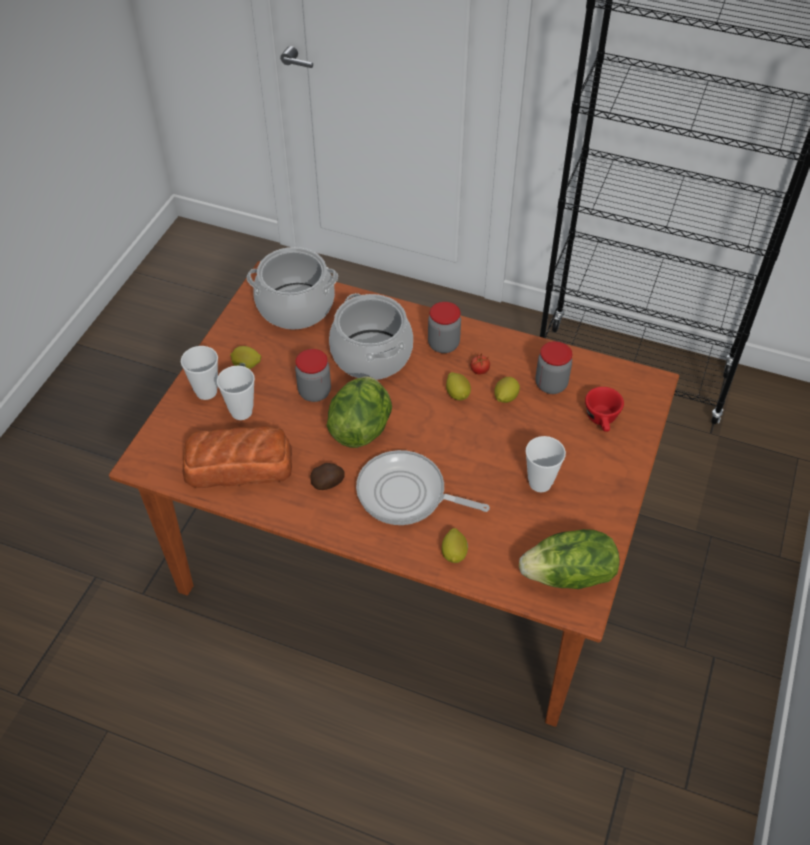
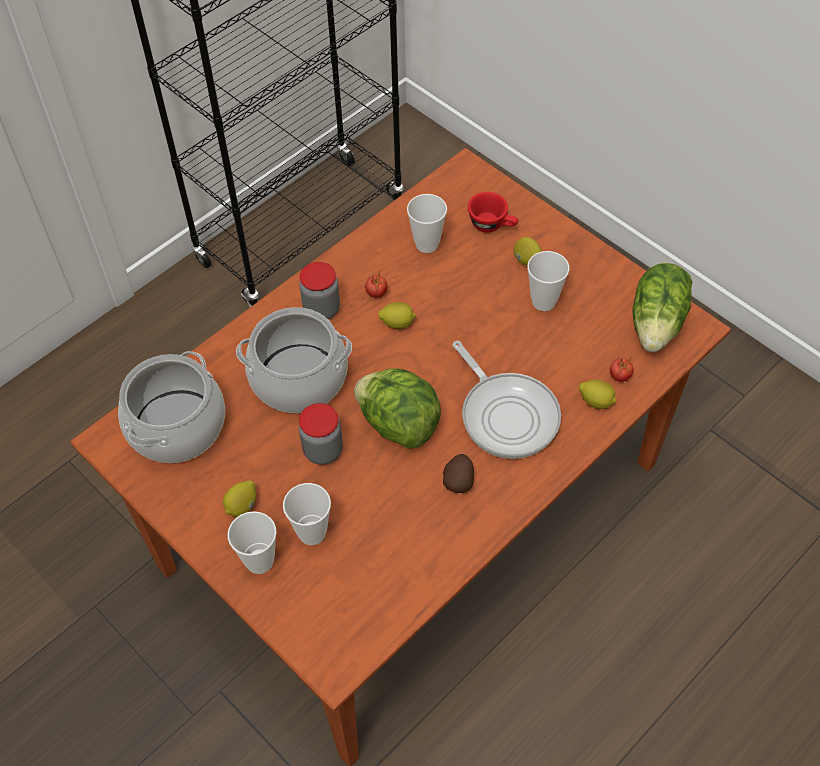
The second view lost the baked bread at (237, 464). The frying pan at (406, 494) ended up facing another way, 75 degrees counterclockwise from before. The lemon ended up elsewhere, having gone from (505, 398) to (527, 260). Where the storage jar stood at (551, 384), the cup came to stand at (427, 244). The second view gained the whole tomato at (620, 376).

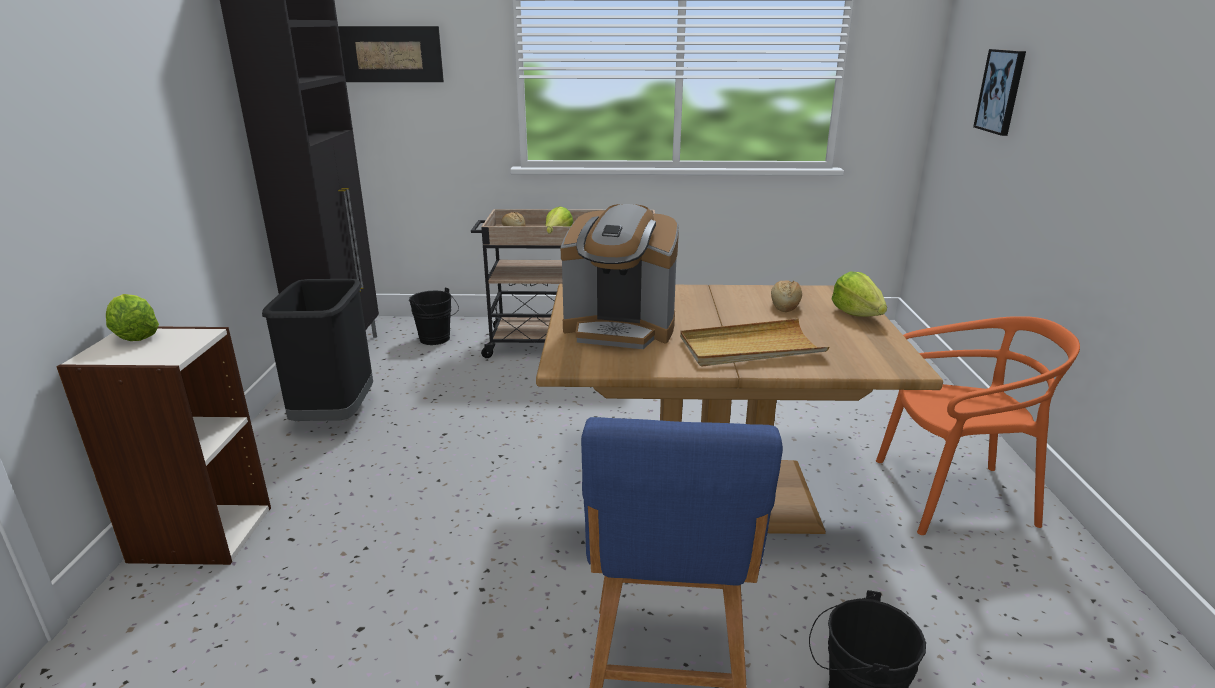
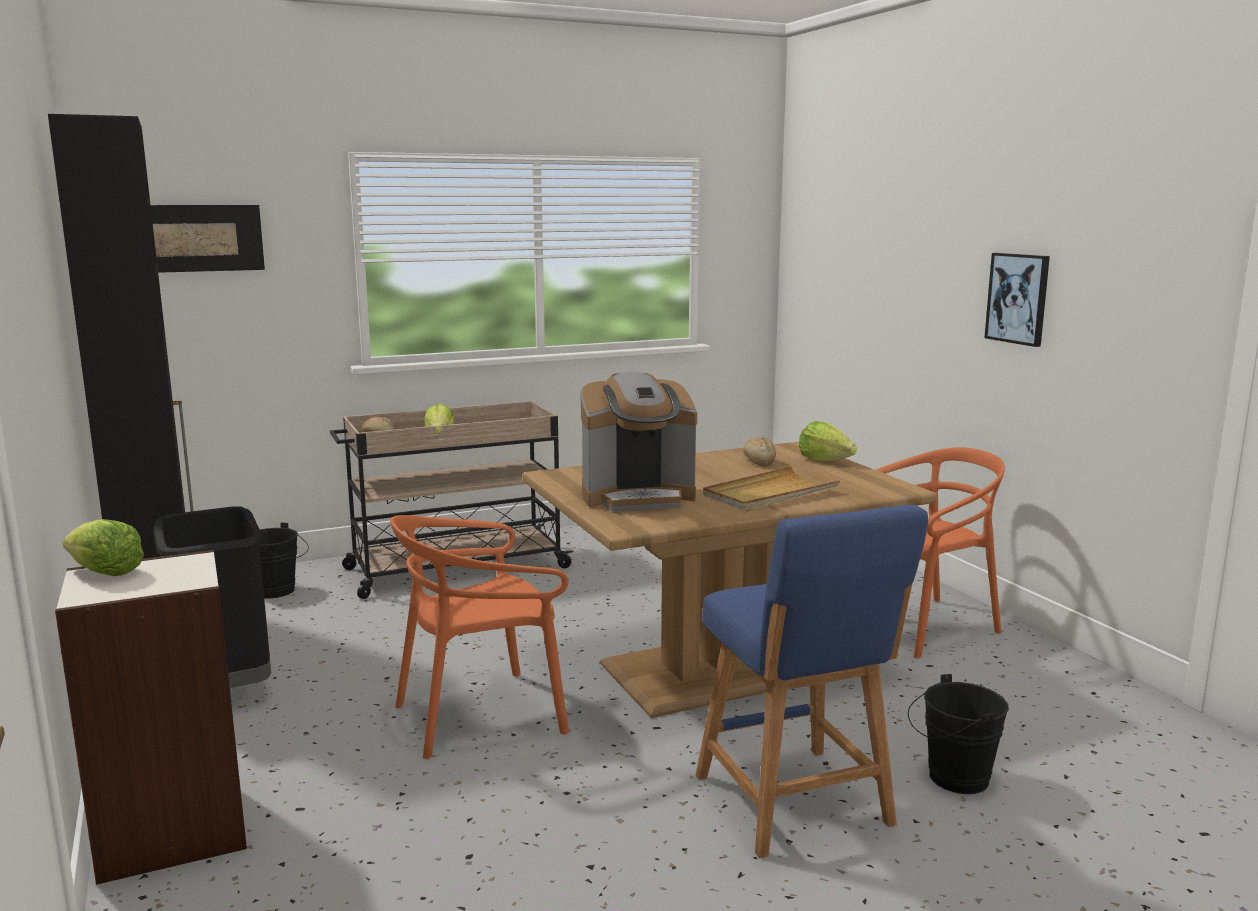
The wall art ended up elsewhere, having gone from (1001, 91) to (1018, 298). The second view gained the chair in orange-coloured at (481, 716).

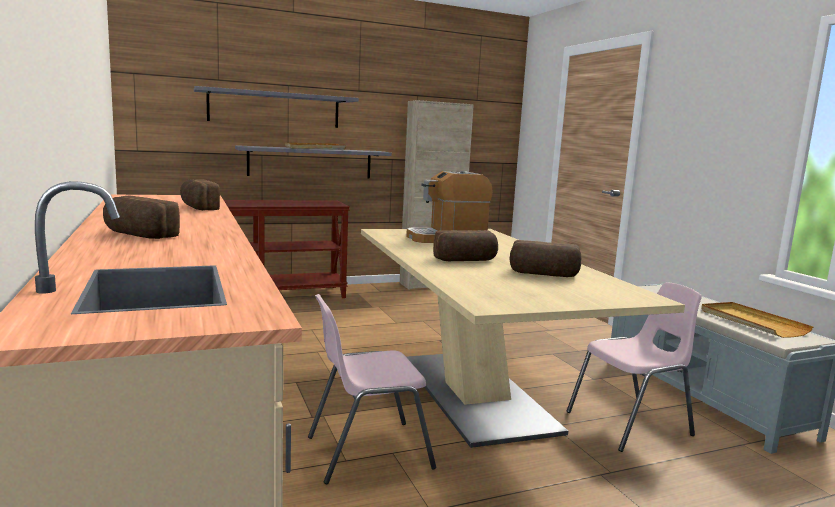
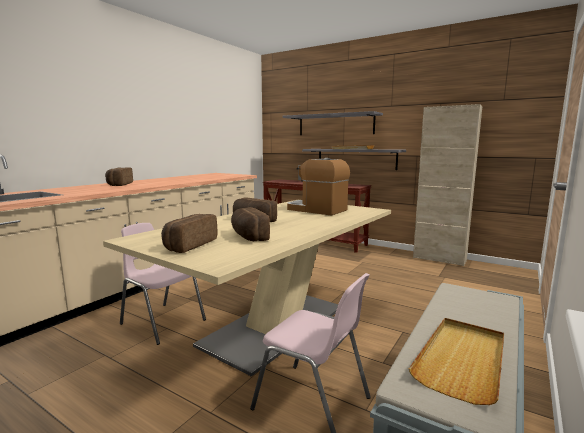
The baked bread ended up elsewhere, having gone from (197, 207) to (189, 245).

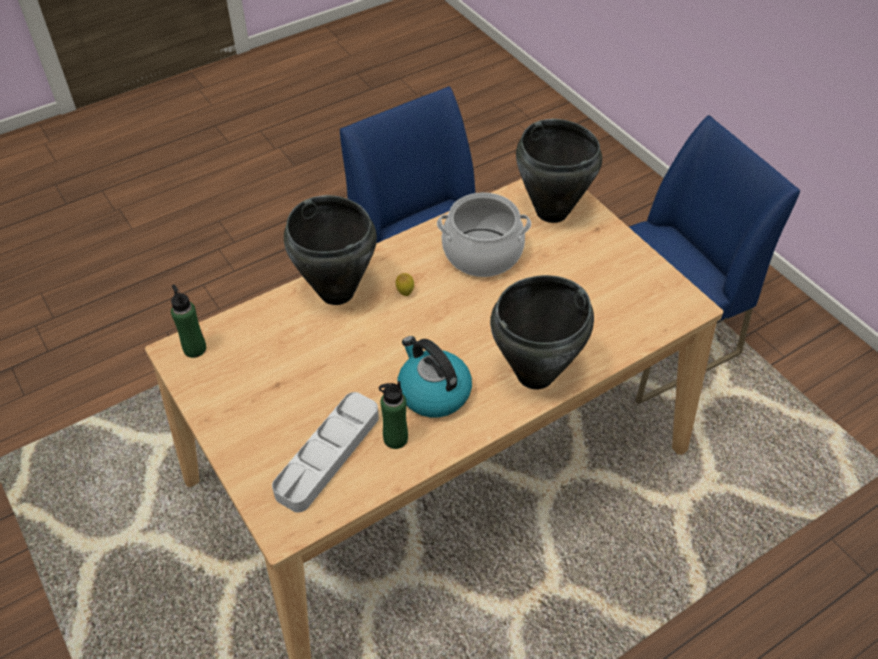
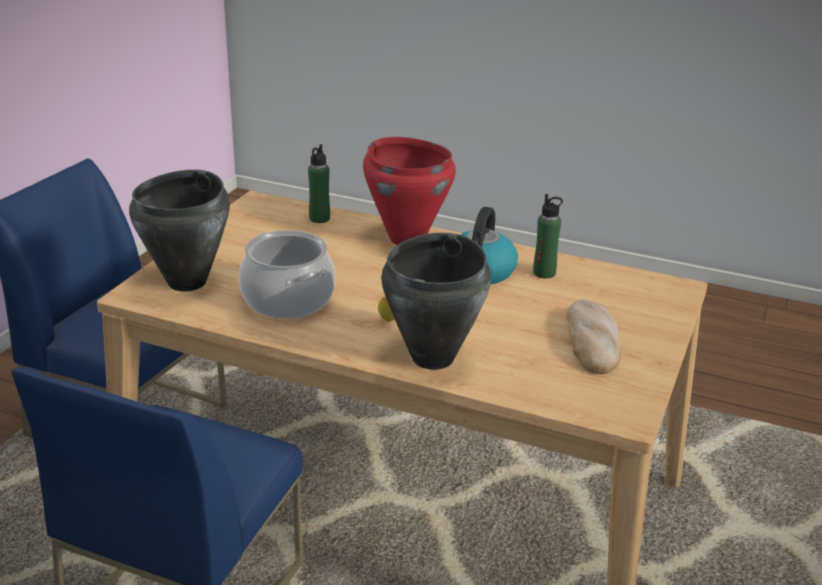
The beverage bottle in green ended up elsewhere, having gone from (195, 348) to (319, 218). The second view lost the serving tray in gray at (328, 455). What was the stockpot in blackish at (536, 375) turned into the stockpot in reddish at (407, 238). The second view gained the baked bread at (593, 341).

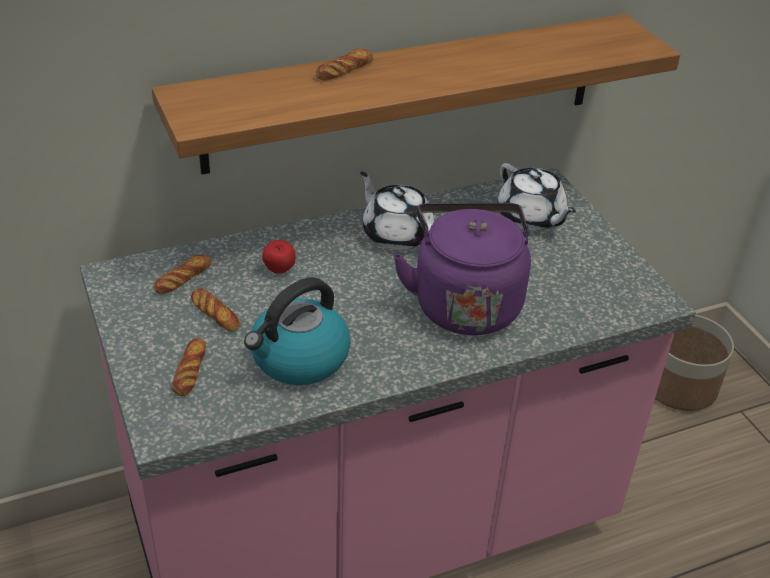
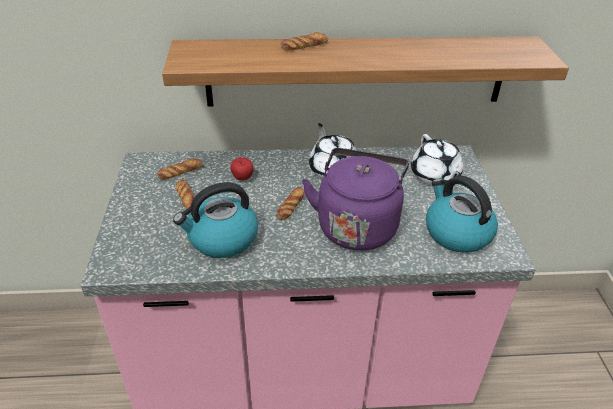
The baked bread ended up elsewhere, having gone from (190, 371) to (291, 206). The second view lost the plant pot at (679, 386). The second view gained the water kettle at (456, 233).

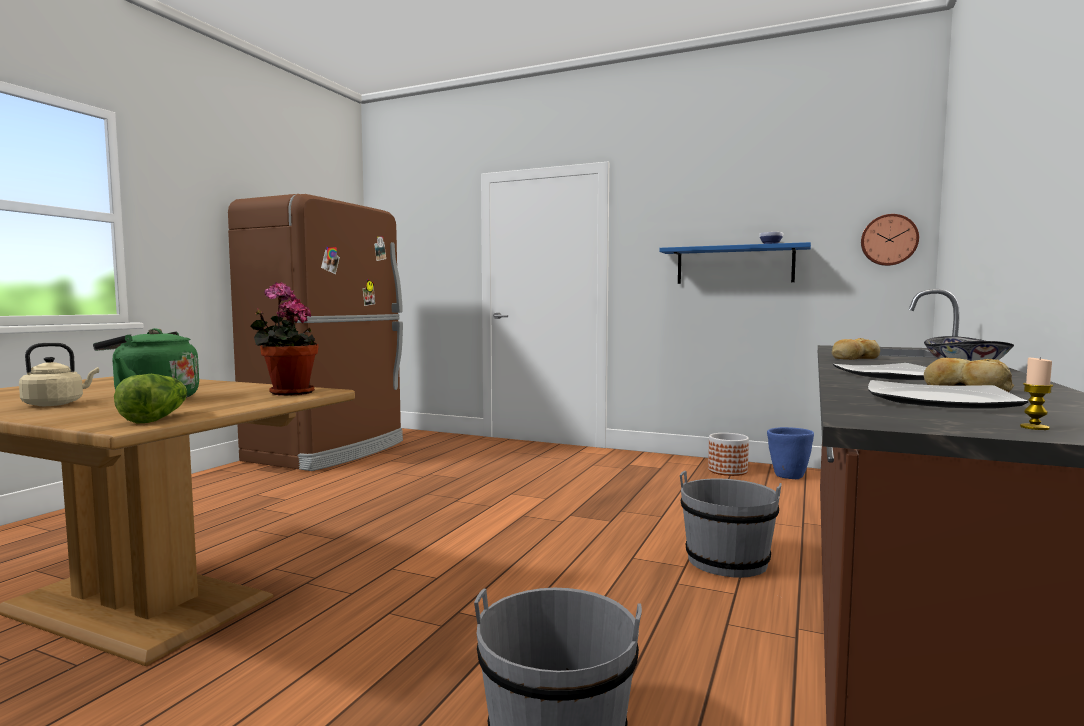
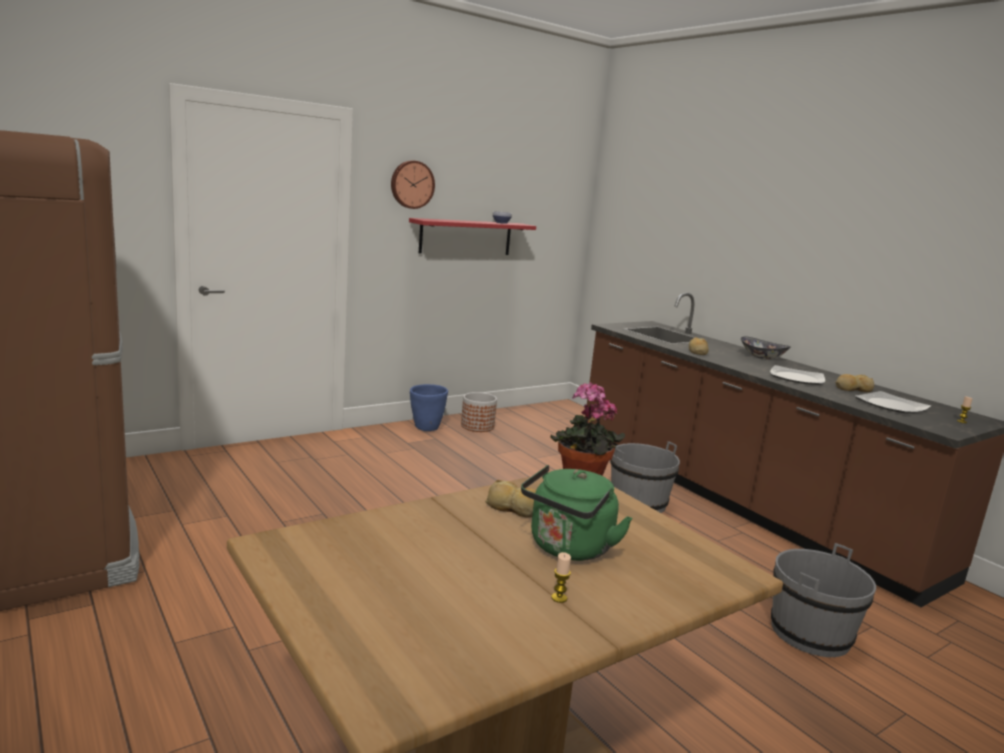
Where the water kettle in sand-coloured stood at (57, 404), the candle came to stand at (559, 598). The second view lost the head of lettuce at (156, 418). What was the shelf in blue-coloured at (734, 265) turned into the shelf in reddish at (466, 237). The plant pot in blue-coloured ended up elsewhere, having gone from (788, 476) to (426, 428). The wall clock ended up elsewhere, having gone from (889, 240) to (411, 184). The second view gained the baked bread at (515, 508).

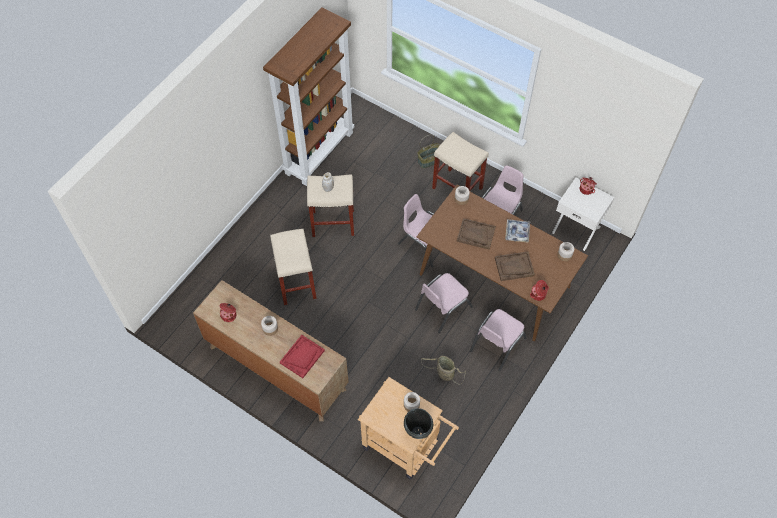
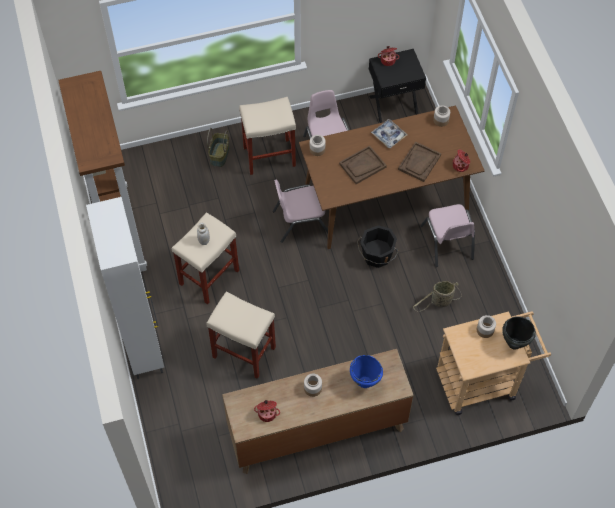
Where the serving tray in reddish stood at (302, 356), the stockpot in blue-coloured came to stand at (364, 382). Where the chair in pinkish stood at (442, 308), the pail in blackish came to stand at (377, 256). What was the bedside table in whitish at (576, 229) turned into the bedside table in blackish at (393, 105). The second view gained the cupboard in whitish at (144, 347).

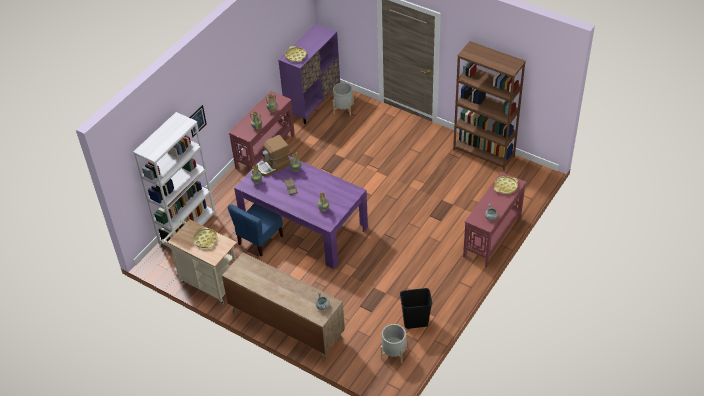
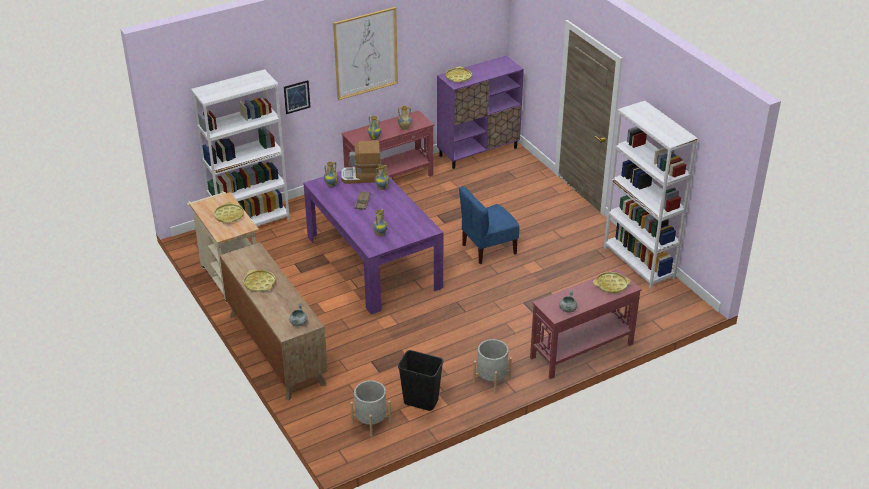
The chair in blue-coloured ended up elsewhere, having gone from (260, 240) to (488, 249). The plant pot in gray ended up elsewhere, having gone from (343, 108) to (491, 380). What was the bookcase in brown at (484, 153) turned into the bookcase in whitish at (639, 263). The second view gained the serving tray in yellowish at (259, 283). The second view gained the wall art at (365, 53).

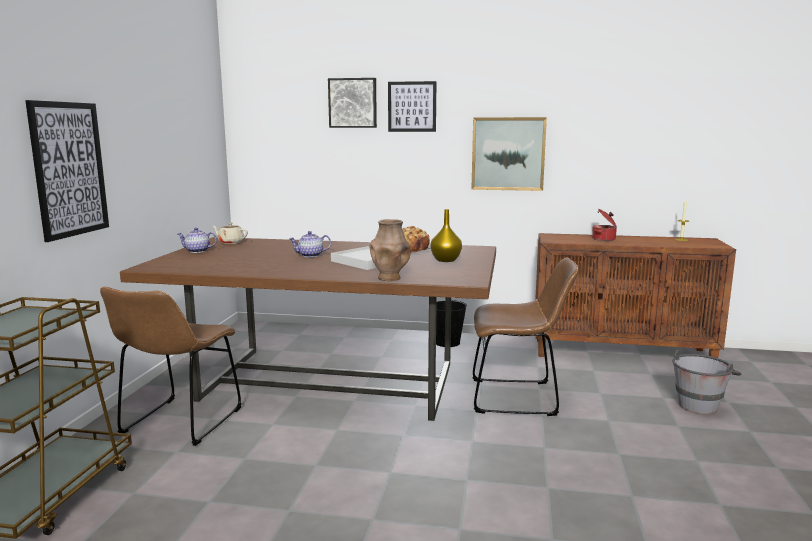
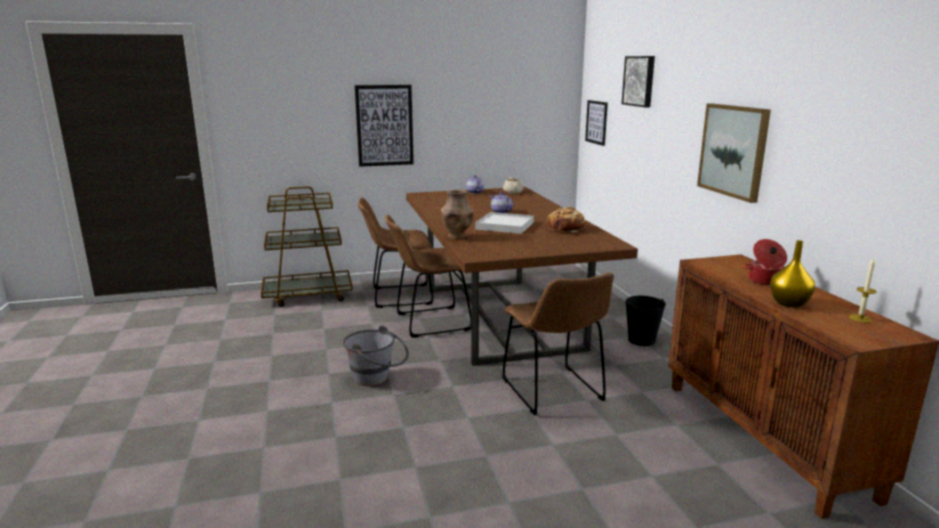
The wall art ended up elsewhere, having gone from (412, 106) to (596, 122). The vase in yellowish ended up elsewhere, having gone from (446, 260) to (789, 303). The pail in gray ended up elsewhere, having gone from (700, 403) to (377, 379). The second view gained the chair in brown at (428, 322).

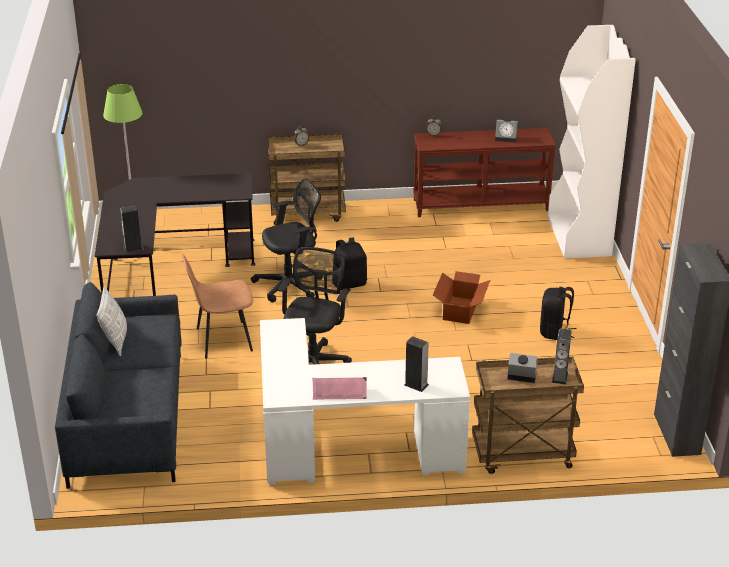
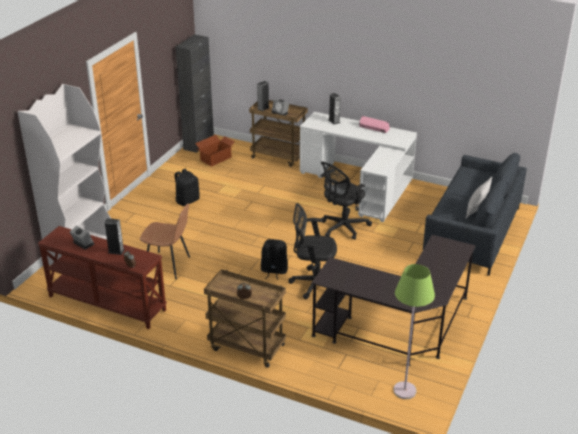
The loudspeaker ended up elsewhere, having gone from (133, 247) to (116, 251). The chair in brown ended up elsewhere, having gone from (222, 340) to (168, 265). The carton ended up elsewhere, having gone from (461, 310) to (215, 159).

